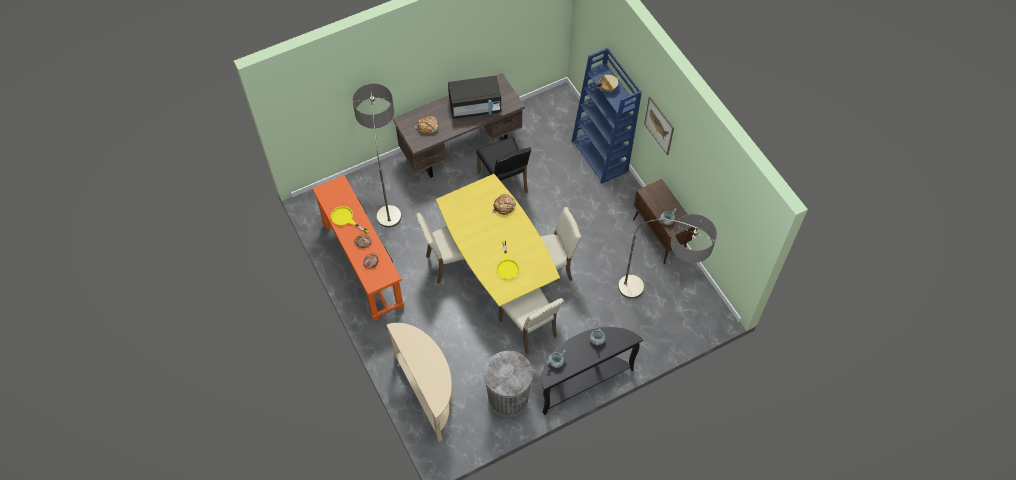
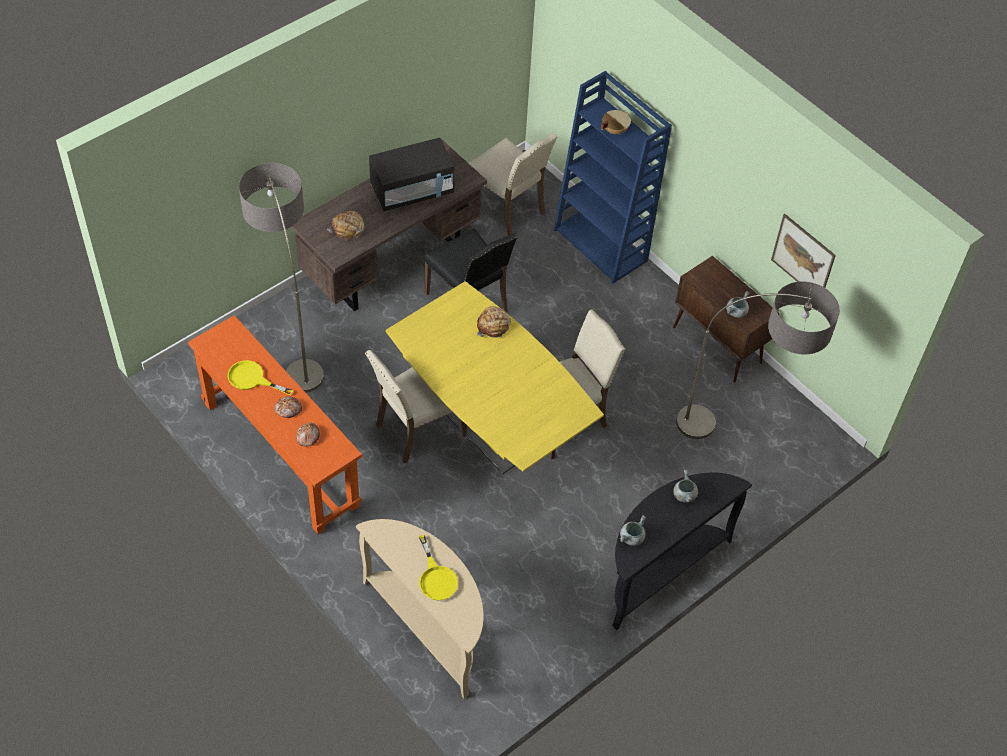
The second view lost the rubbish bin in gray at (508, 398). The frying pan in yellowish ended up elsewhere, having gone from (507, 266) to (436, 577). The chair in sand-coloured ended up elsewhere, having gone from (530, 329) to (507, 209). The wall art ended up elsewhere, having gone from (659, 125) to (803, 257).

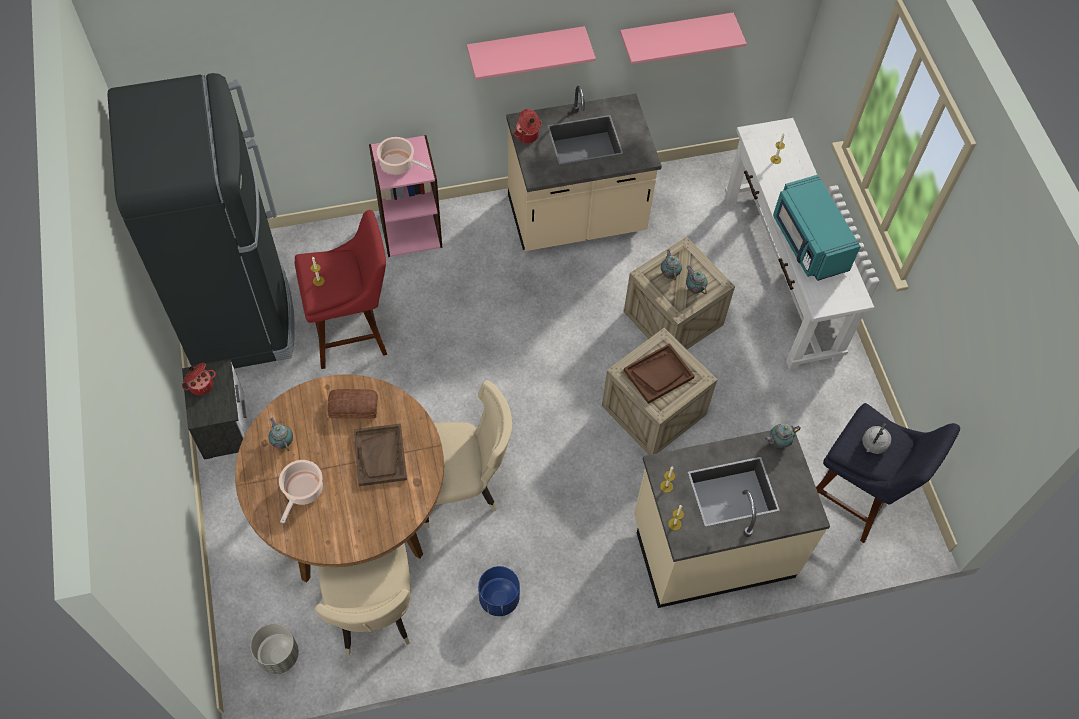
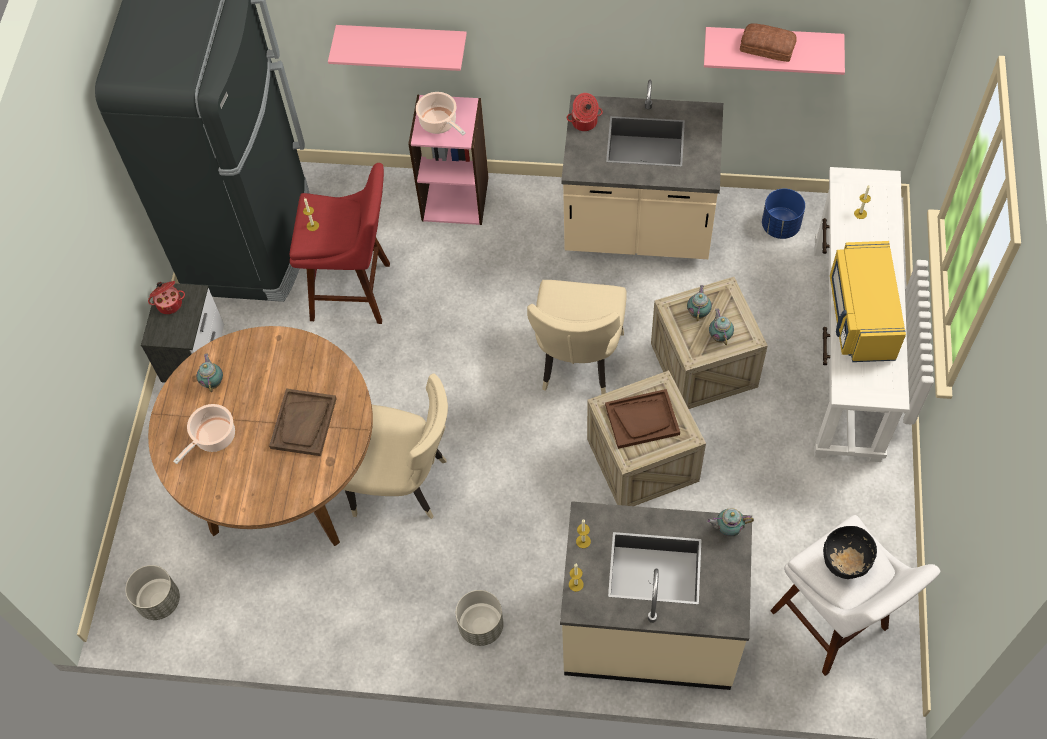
The chair in sand-coloured ended up elsewhere, having gone from (373, 616) to (577, 363). The baked bread ended up elsewhere, having gone from (354, 408) to (767, 48). The shelf in pinkish ended up elsewhere, having gone from (525, 48) to (403, 42). The plant pot in blue-coloured ended up elsewhere, having gone from (498, 598) to (780, 226). What was the kitchen microwave in turquoise-coloured at (808, 243) turned into the kitchen microwave in yellowish at (860, 317). What was the stool in blue-coloured at (855, 500) turned into the stool in whitish at (834, 625). Where the water kettle in gray stood at (873, 445), the deep dish in blackish came to stand at (844, 564). The second view gained the plant pot in gray at (481, 626).

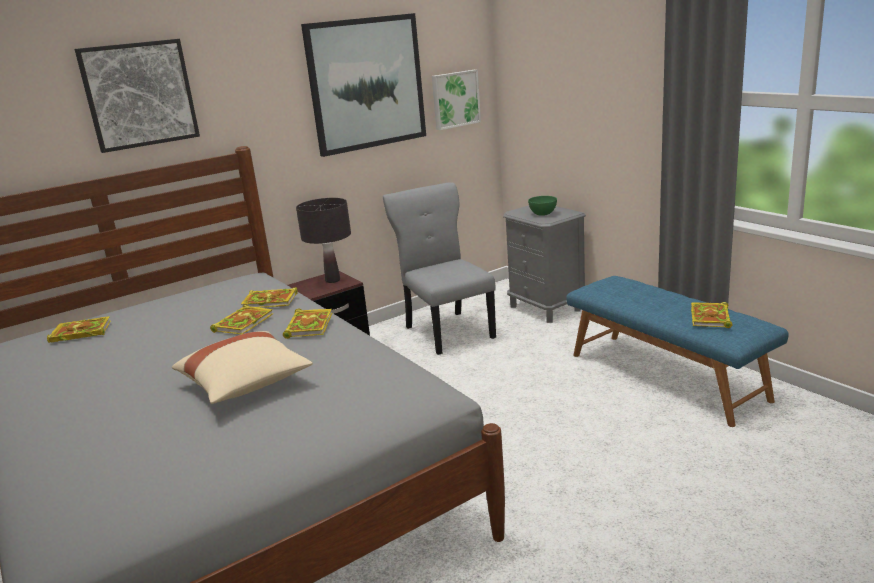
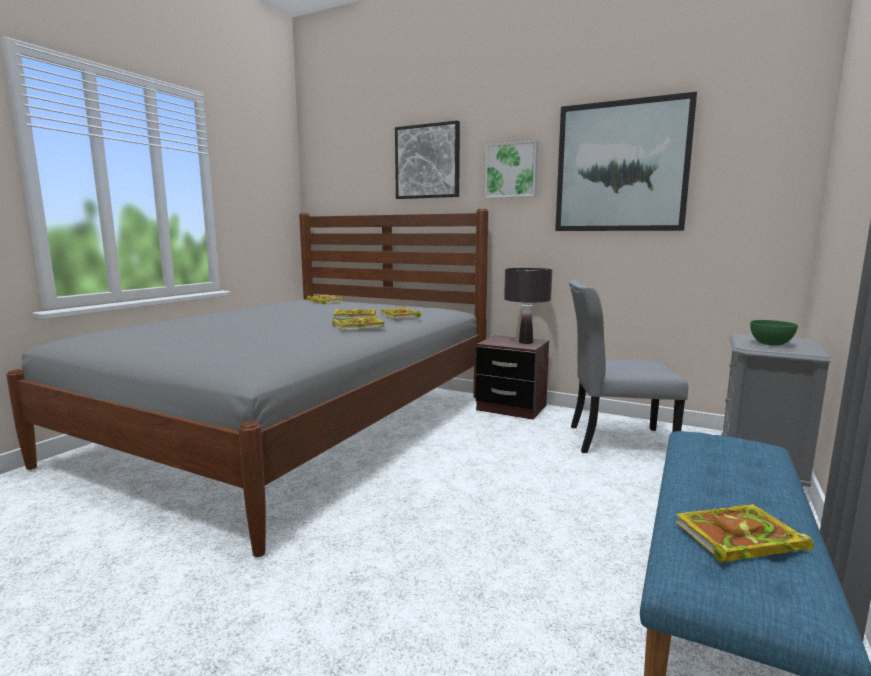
The second view lost the throw pillow in sand-coloured at (246, 385). The chair in gray at (448, 331) ended up facing another way, 120 degrees counterclockwise from before. The wall art ended up elsewhere, having gone from (455, 99) to (511, 170).

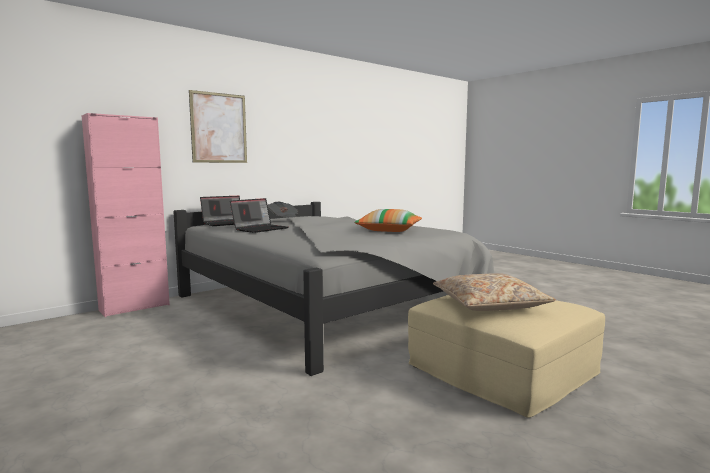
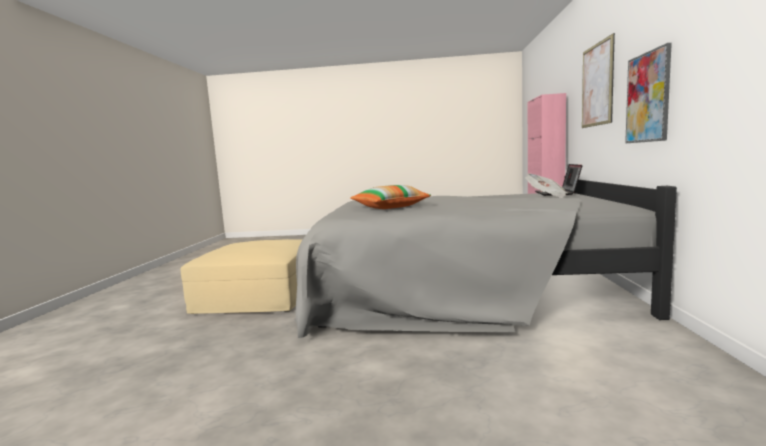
The second view lost the notebook computer at (260, 229). The second view lost the throw pillow in sand-coloured at (489, 304). The second view gained the wall art at (648, 97).

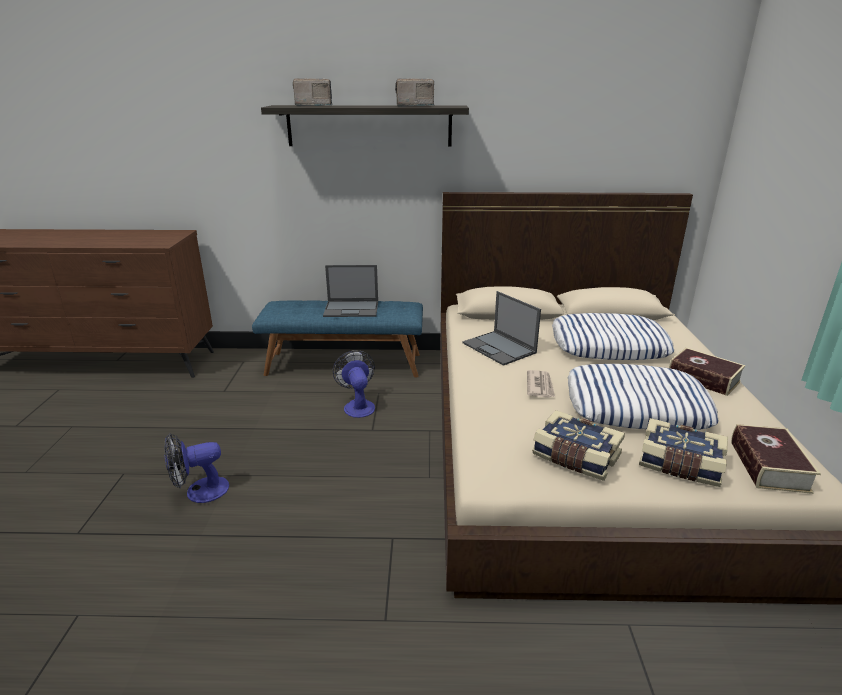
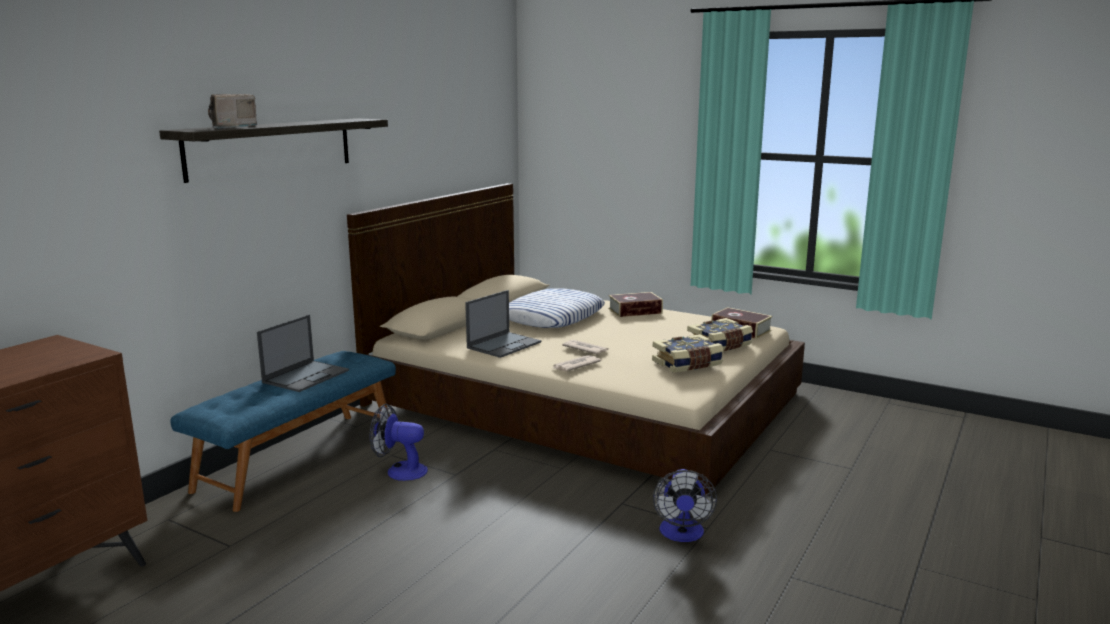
The electric fan ended up elsewhere, having gone from (199, 492) to (682, 534). The second view lost the radio at (413, 106). The notebook computer at (500, 348) ended up facing another way, 45 degrees counterclockwise from before. The second view lost the throw pillow at (635, 406). The second view gained the printed paper at (575, 365).

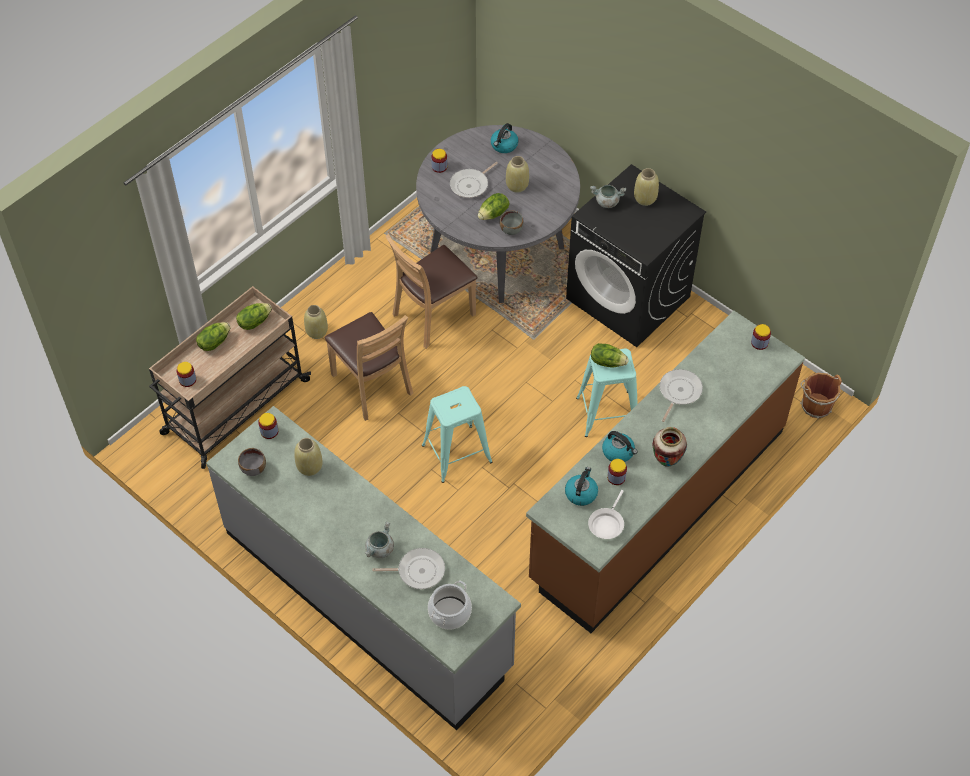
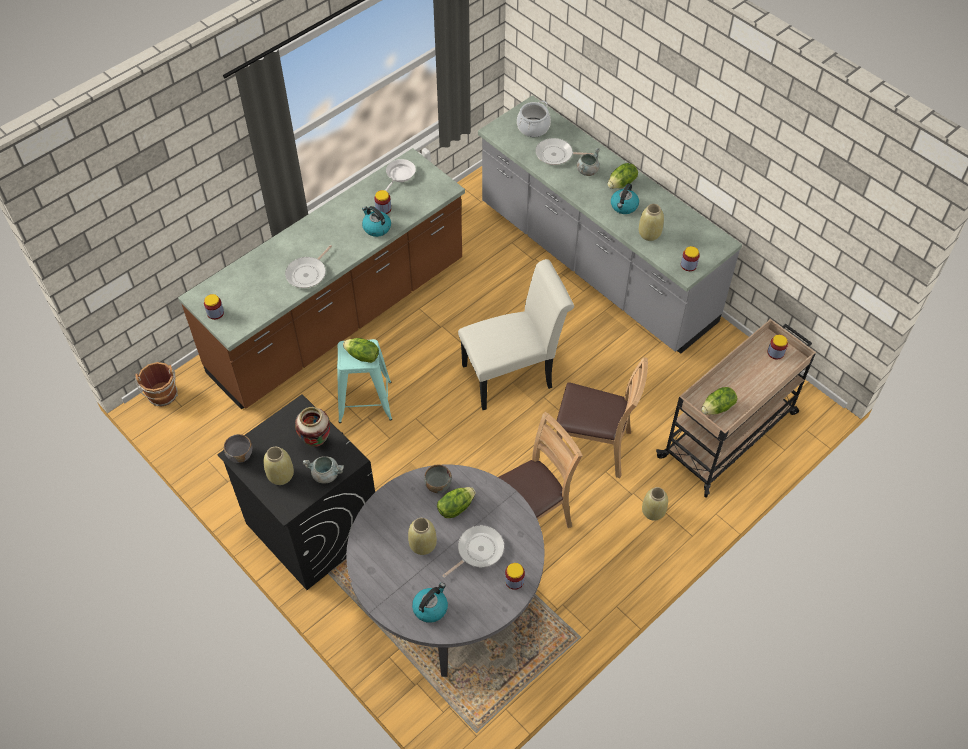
The head of lettuce ended up elsewhere, having gone from (214, 342) to (622, 183). The deep dish in gray ended up elsewhere, having gone from (253, 469) to (240, 455). The chair in brown at (371, 385) ended up facing another way, 135 degrees clockwise from before. Where the stool in turquoise-coloured stood at (456, 453), the chair in whitish came to stand at (513, 374). The water kettle ended up elsewhere, having gone from (581, 493) to (624, 206). The vase ended up elsewhere, having gone from (666, 462) to (316, 441).

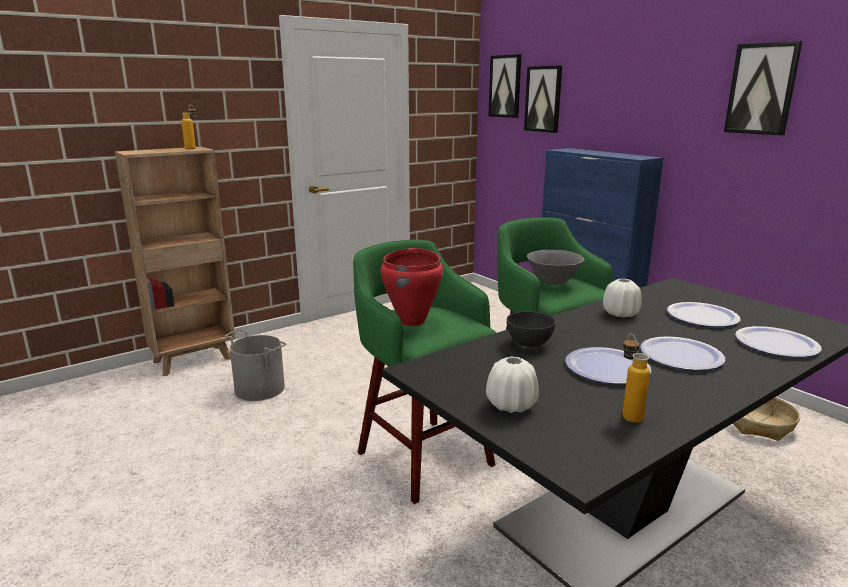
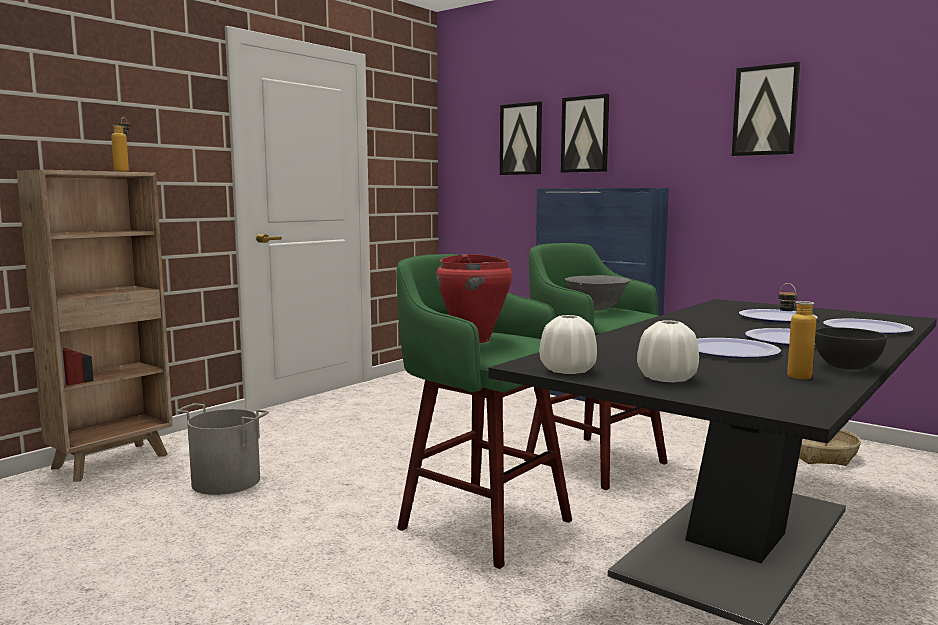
The wall art ended up elsewhere, having gone from (505, 86) to (585, 134). The deep dish in gray ended up elsewhere, having gone from (529, 343) to (846, 367). The vase in whitish ended up elsewhere, having gone from (620, 314) to (567, 370).

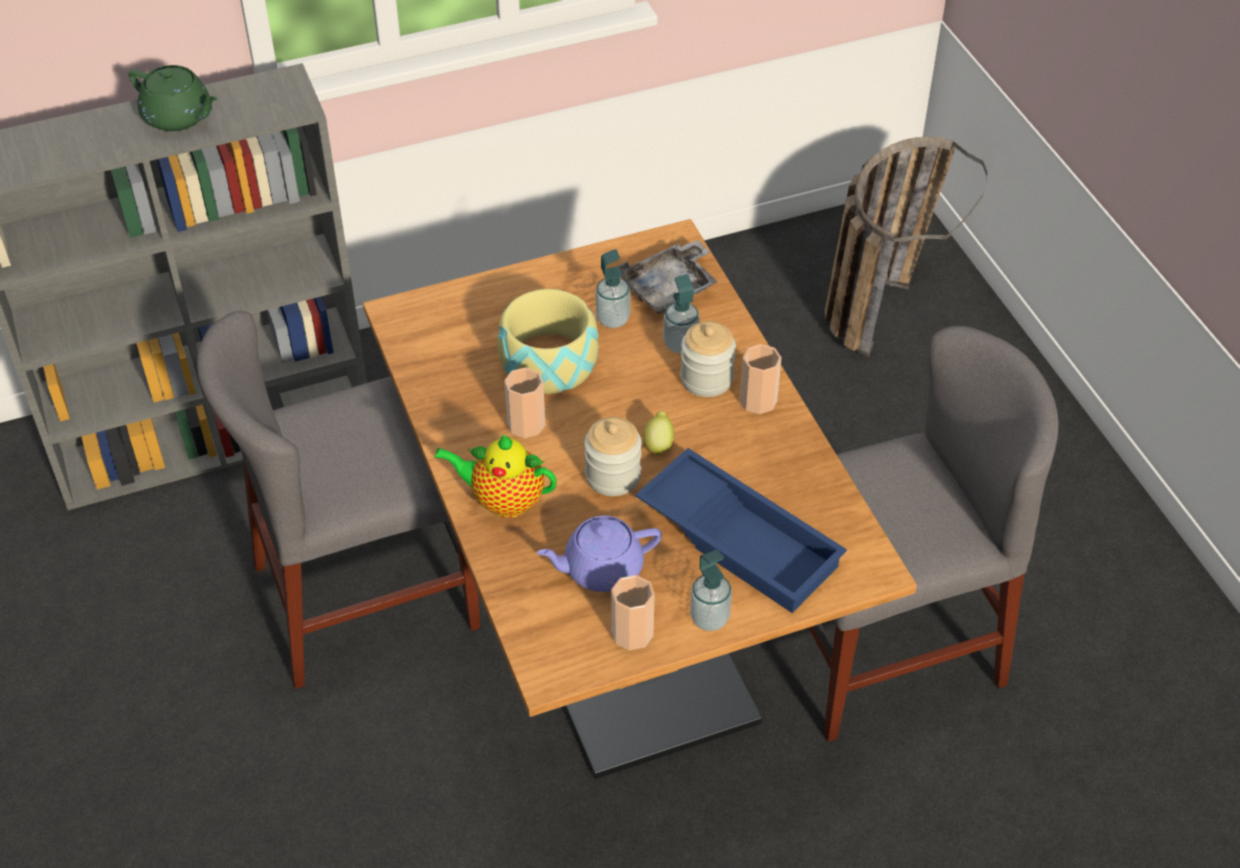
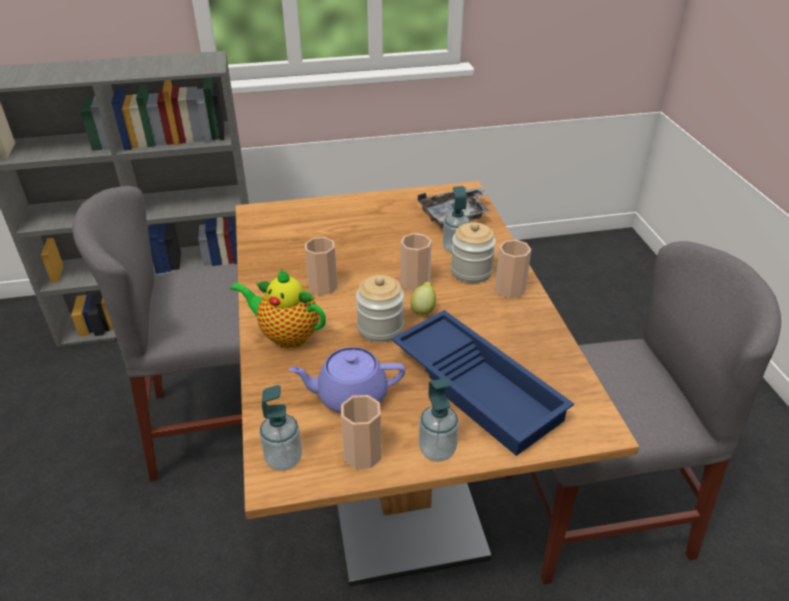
The second view lost the teapot in green at (179, 117). The second view lost the deep dish at (548, 363). The soap bottle ended up elsewhere, having gone from (613, 319) to (283, 459). The second view lost the storage basket at (880, 301). The second view gained the cup at (415, 282).

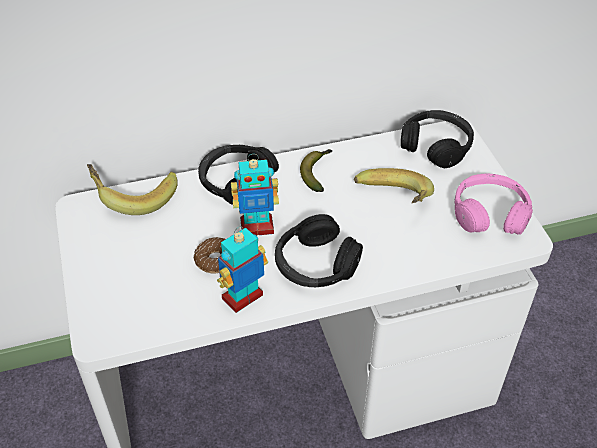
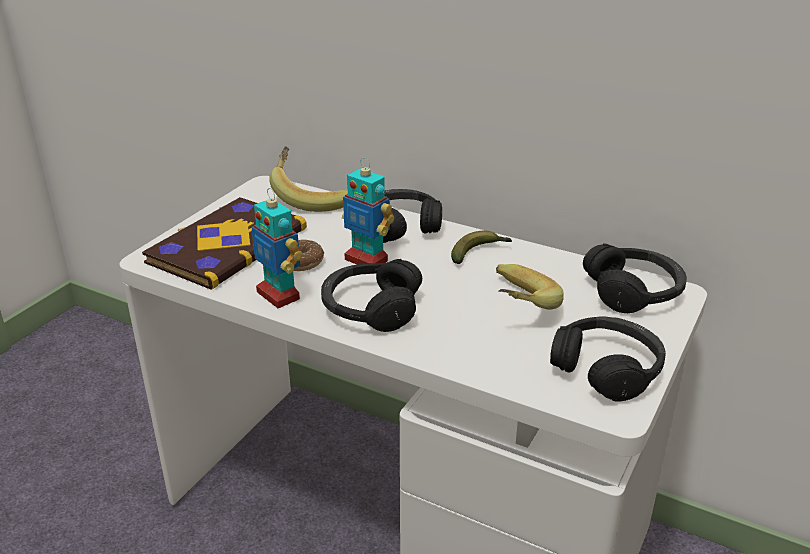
The toy robot at (243, 298) ended up facing another way, 135 degrees counterclockwise from before. What was the pair of headphones in pinkish at (489, 213) turned into the pair of headphones in blackish at (606, 369). The second view gained the book at (226, 245).

